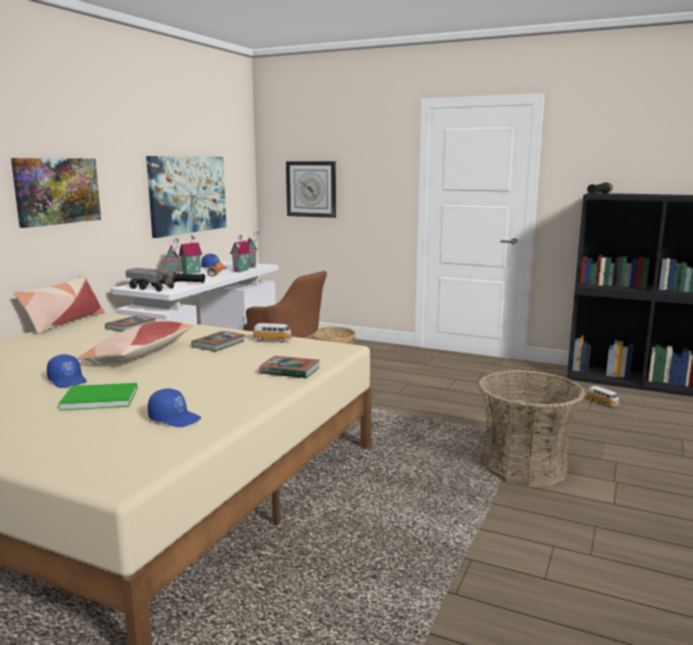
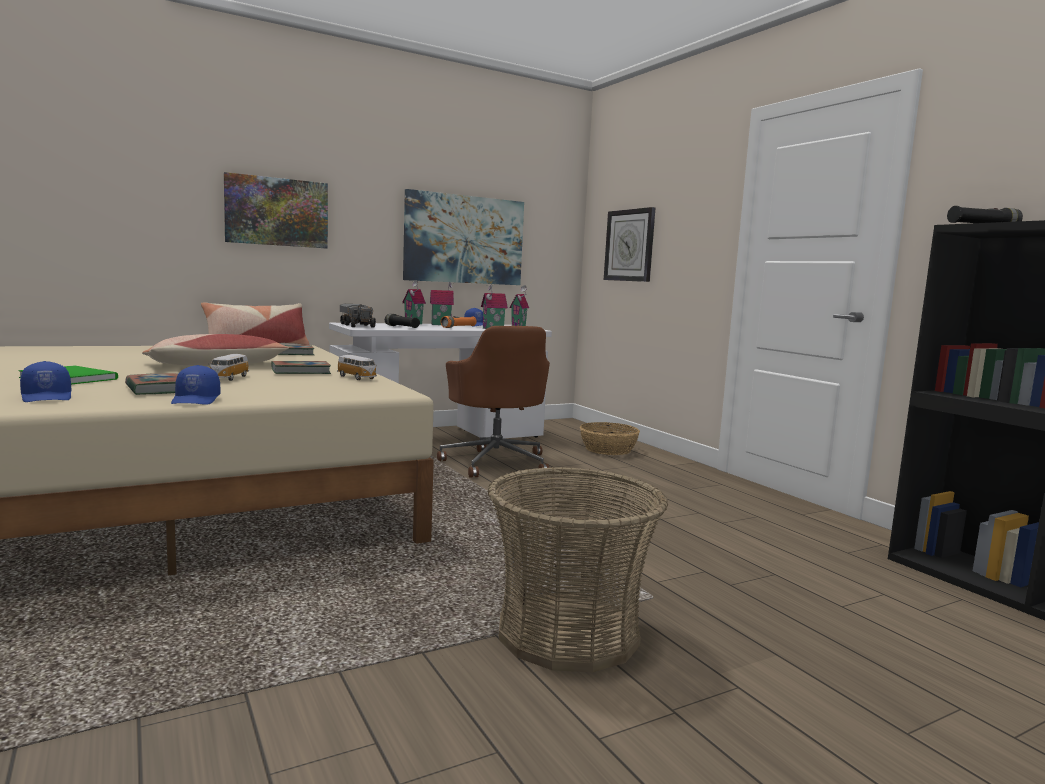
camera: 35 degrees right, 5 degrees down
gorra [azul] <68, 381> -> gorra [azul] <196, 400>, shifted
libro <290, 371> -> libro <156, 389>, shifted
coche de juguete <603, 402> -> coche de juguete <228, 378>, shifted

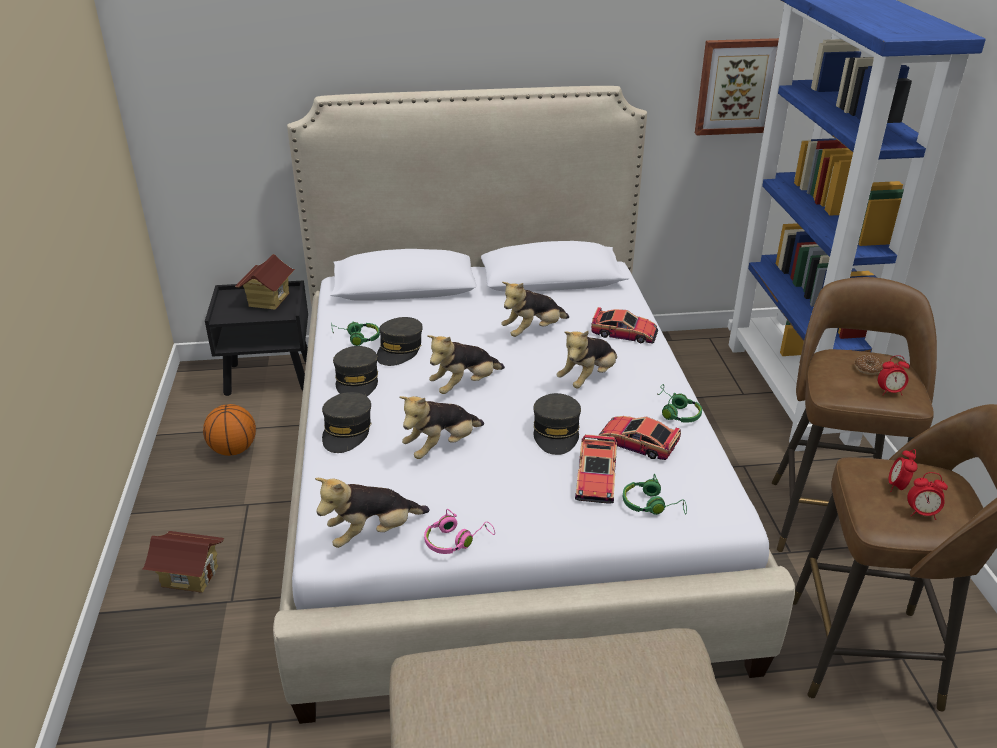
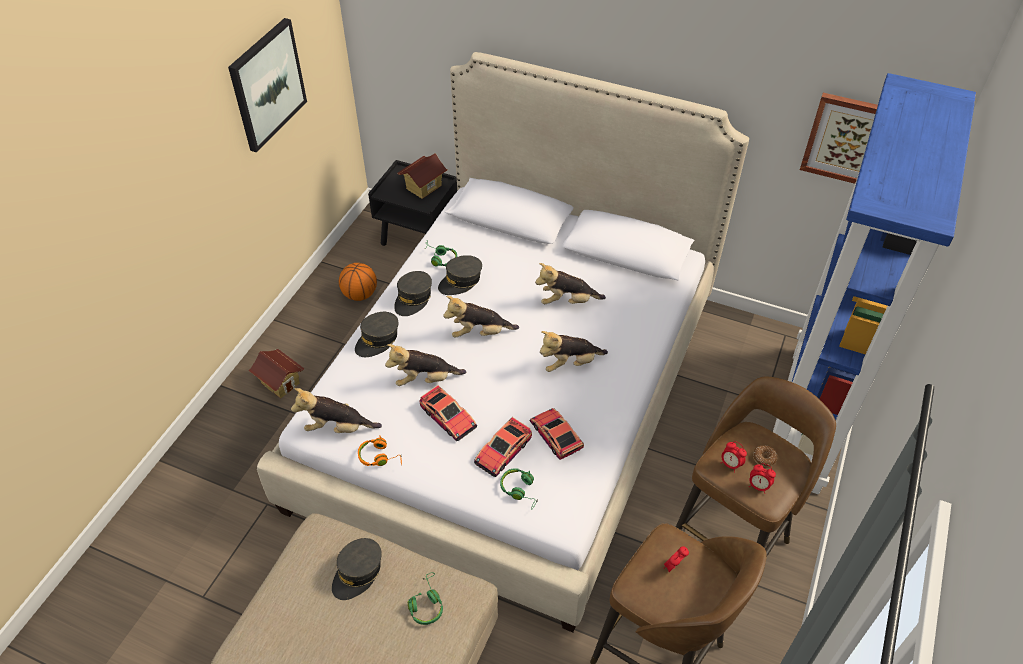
camera: 30 degrees right, 15 degrees up
coche de juguete <624, 333> -> coche de juguete <448, 417>, shifted
auriculares [verde] <676, 412> -> auriculares [verde] <426, 603>, shifted
gorra [gris] <556, 432> -> gorra [gris] <358, 573>, shifted
despertador <921, 513> -> despertador <730, 464>, shifted
auriculares [rosa] <456, 540> -> auriculares [naranja] <380, 457>
none -> cuadro <267, 84>

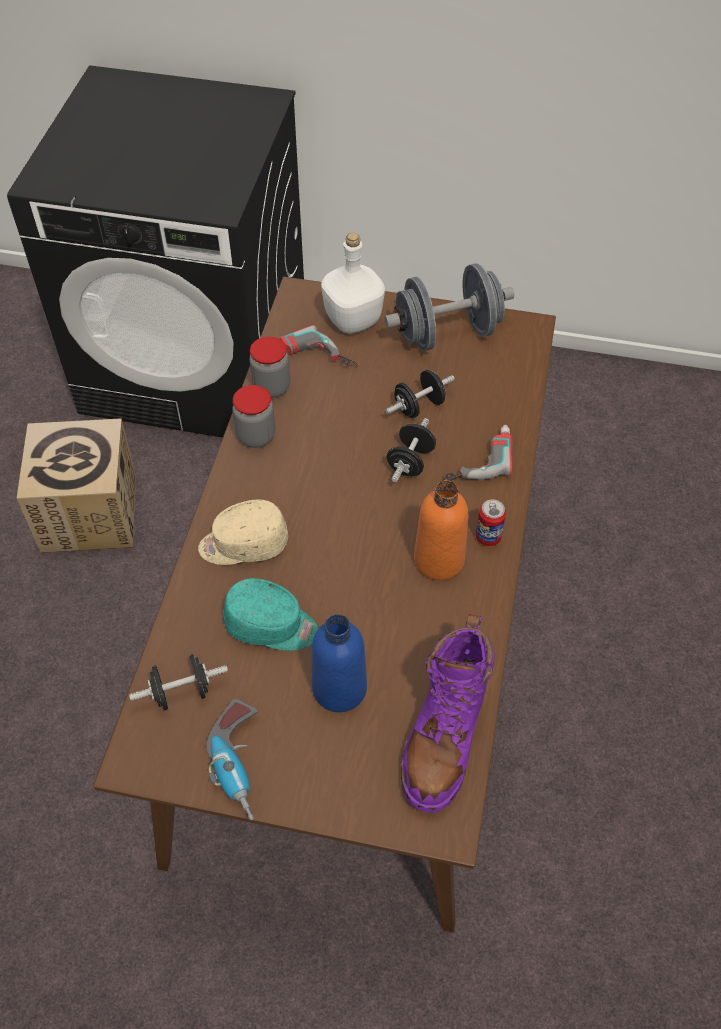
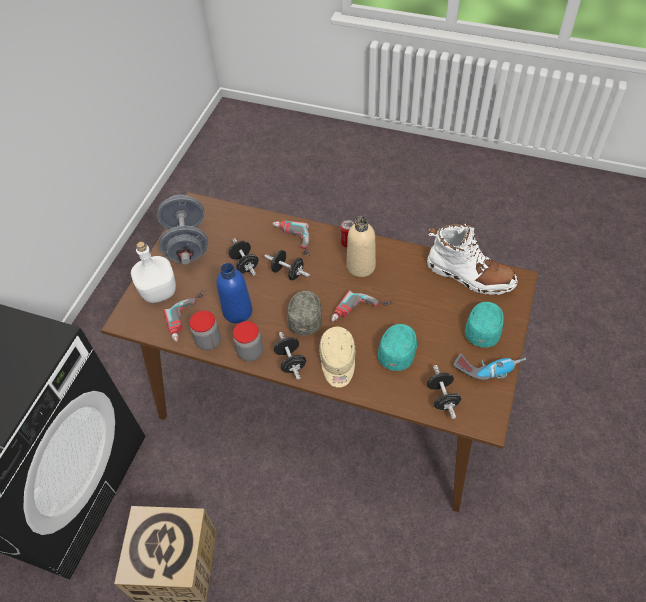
camera: 80 degrees left, 0 degrees up
botella [naranja] <439, 560> -> botella [beis] <361, 266>
botella [azul] <339, 688> -> botella [azul] <237, 311>, shifted
bota [morado] <444, 734> -> bota [blanco] <469, 275>
none -> taladro <361, 314>
none -> gorra [gris] <306, 315>
none -> gorra [turquesa] <484, 327>
none -> mancuerna [negro] <291, 361>

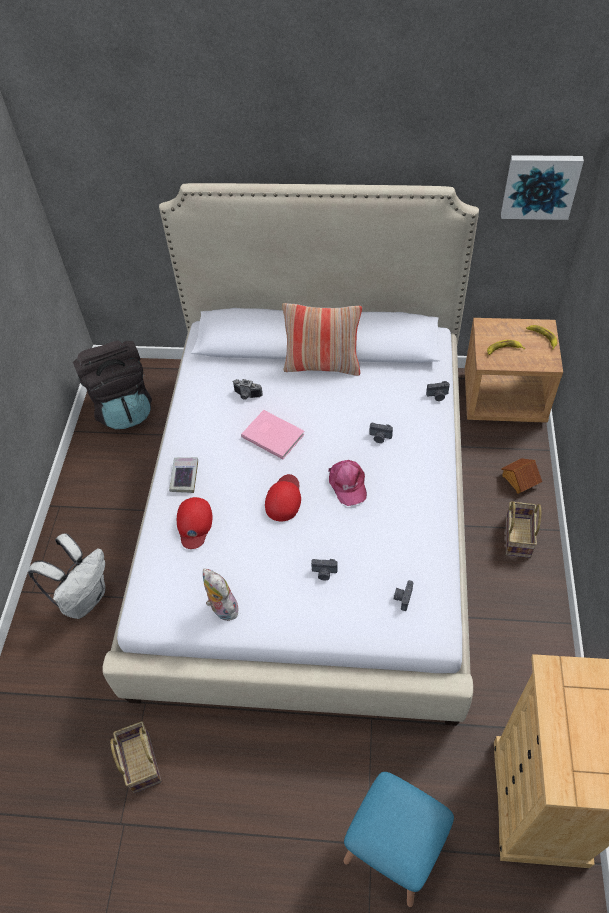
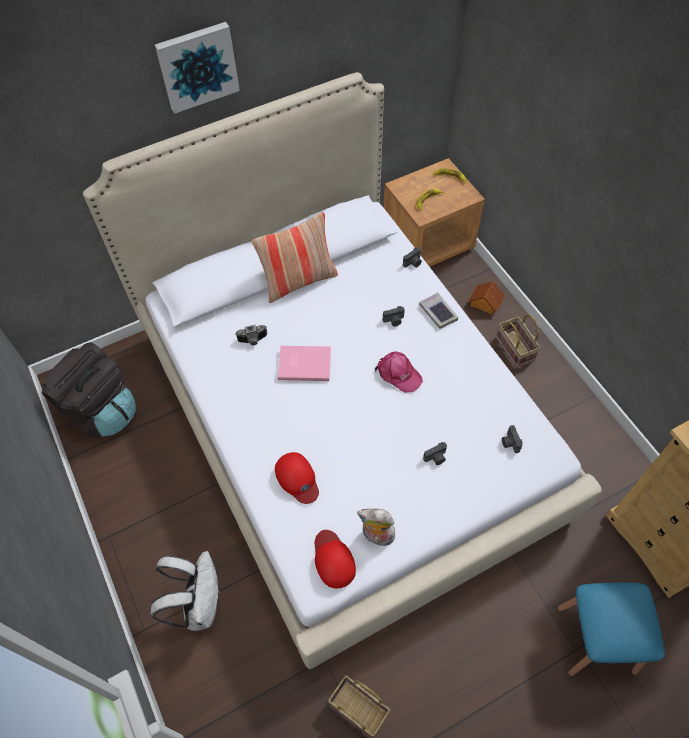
camera: 35 degrees left, 5 degrees up
cuadro <540, 185> -> cuadro <197, 66>, shifted
libro <184, 477> -> libro <438, 313>, shifted
gorra [rojo] <284, 499> -> gorra [rojo] <333, 560>, shifted

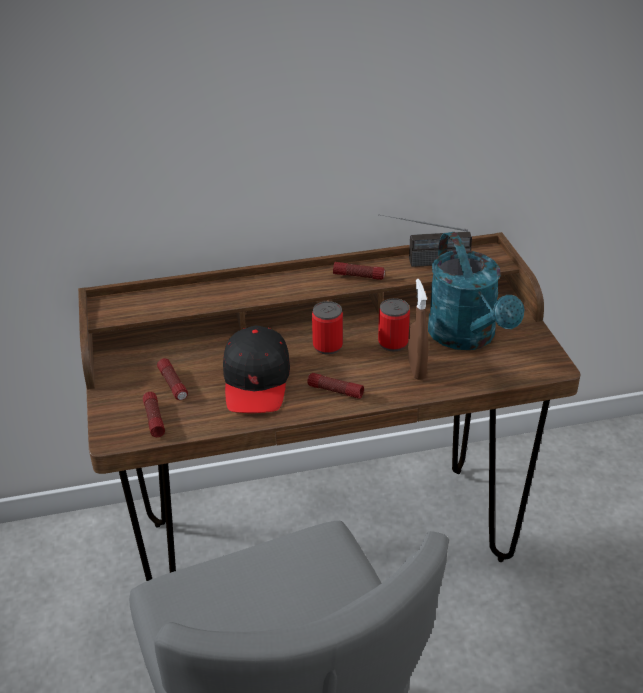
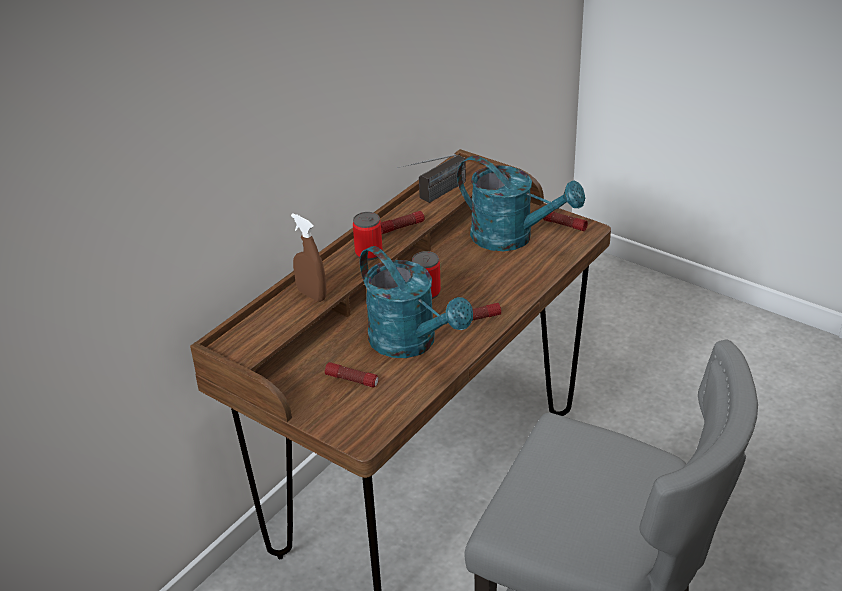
camera: 40 degrees left, 0 degrees up
pulverizador [marrón] <416, 369> -> pulverizador [marrón] <311, 295>, shifted
lata <393, 343> -> lata <369, 253>, shifted
gorra [negro] <256, 381> -> regadera [turquesa] <411, 343>
linterna <154, 419> -> linterna <564, 225>, shifted

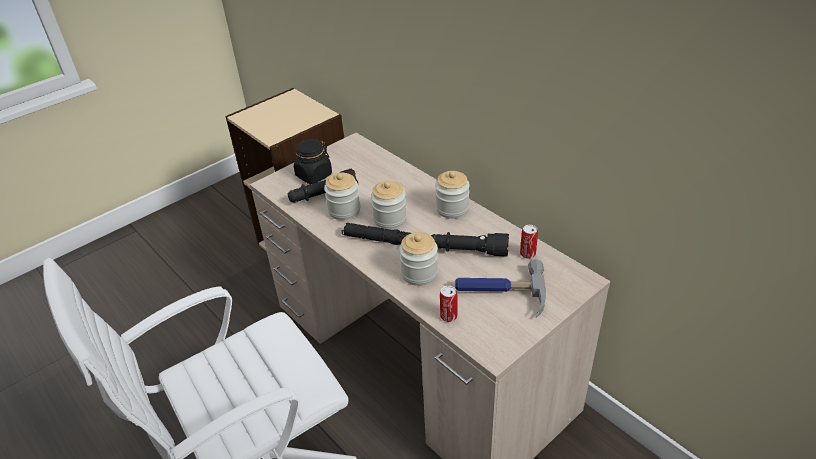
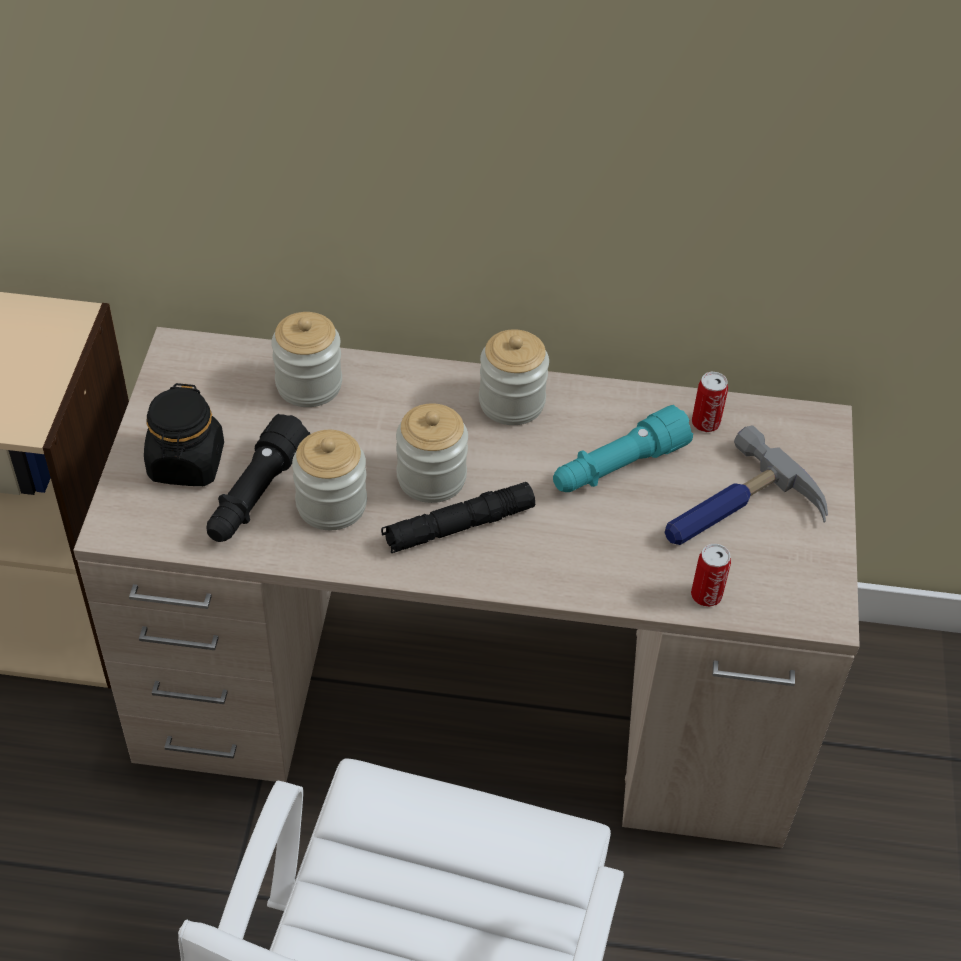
camera: 45 degrees left, 10 degrees up
tarro <419, 273> -> tarro <309, 384>, shifted
linterna [negro] <468, 251> -> linterna [turquesa] <618, 467>

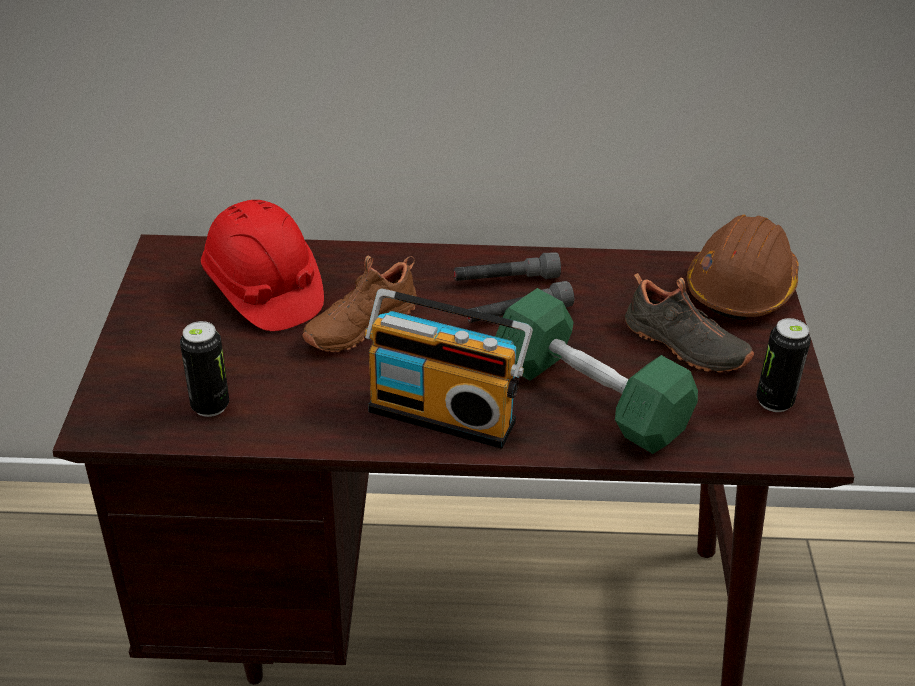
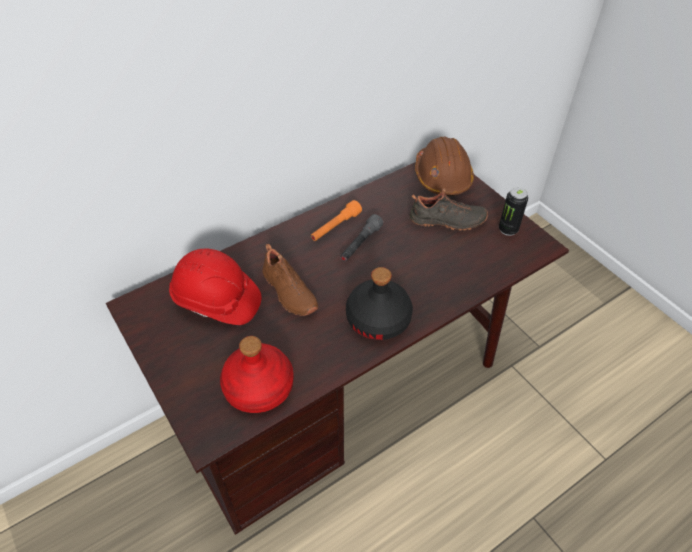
camera: 35 degrees left, 10 degrees up
linterna [gris] <505, 280> -> linterna [naranja] <335, 227>
zapato [marrón] <359, 324> -> zapato [marrón] <288, 292>, 45 degrees counterclockwise
mancuerna [verde] <589, 397> -> none
radio <444, 412> -> botella [negro] <378, 319>
lata <210, 406> -> botella [rojo] <258, 387>

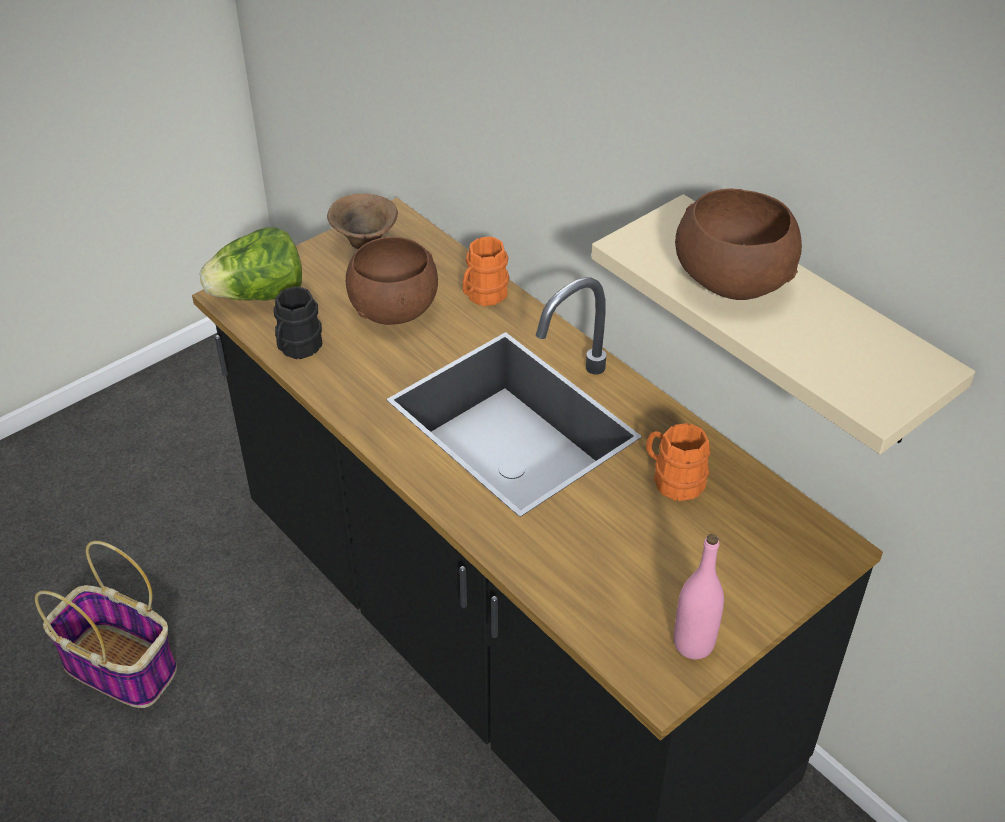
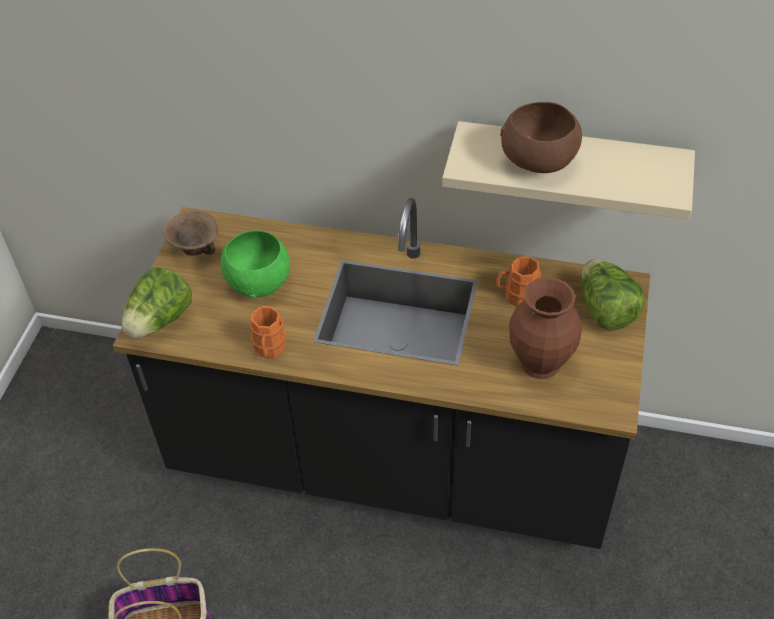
camera: 35 degrees left, 5 degrees up
taza grande [naranja] <482, 295> -> taza grande [naranja] <269, 349>, shifted
cuenco [marrón] <394, 309> -> cuenco [verde] <258, 282>
taza grande [negro] <297, 348> -> none
botella [rosa] <693, 644> -> none
none -> lechuga <605, 310>
none -> florero [marrón] <539, 364>

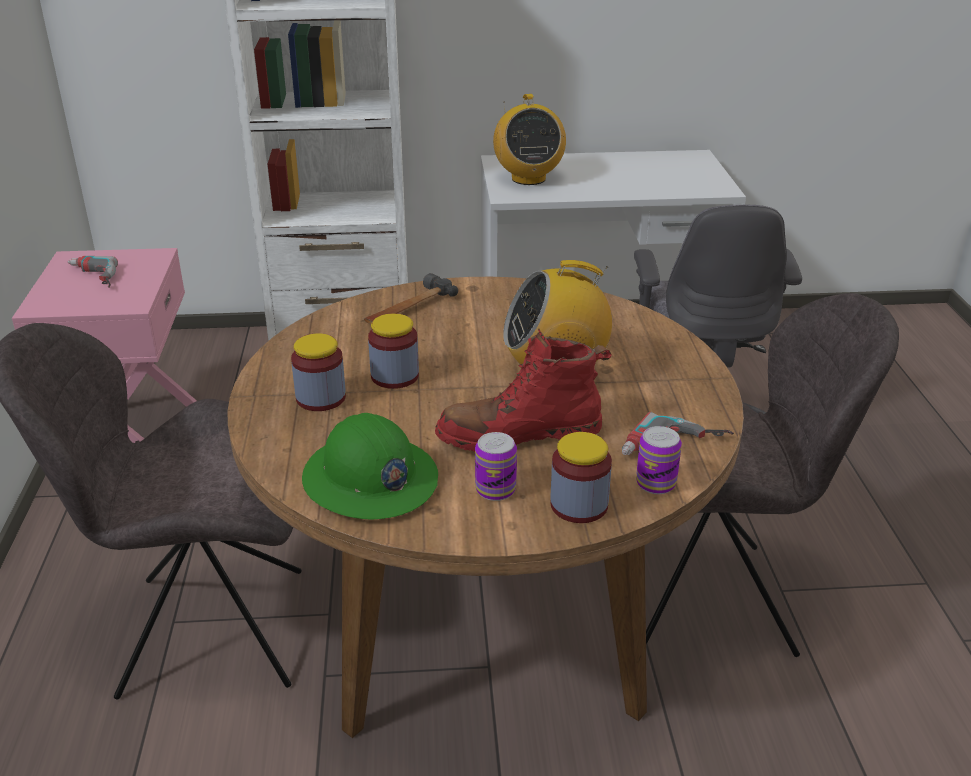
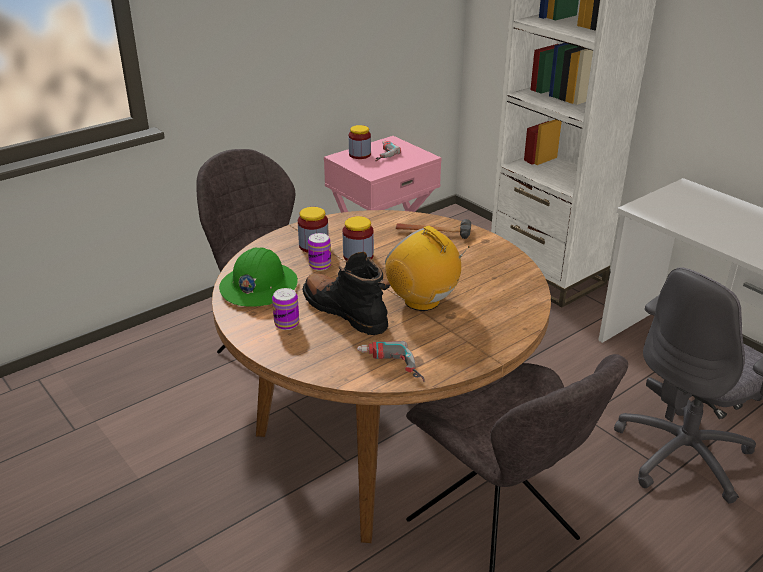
camera: 55 degrees right, 0 degrees up
radio <528, 178> -> none
bota [rojo] <519, 434> -> bota [negro] <345, 312>
lata <656, 483> -> lata <320, 265>, shifted
tarro <579, 505> -> tarro <359, 155>, shifted

